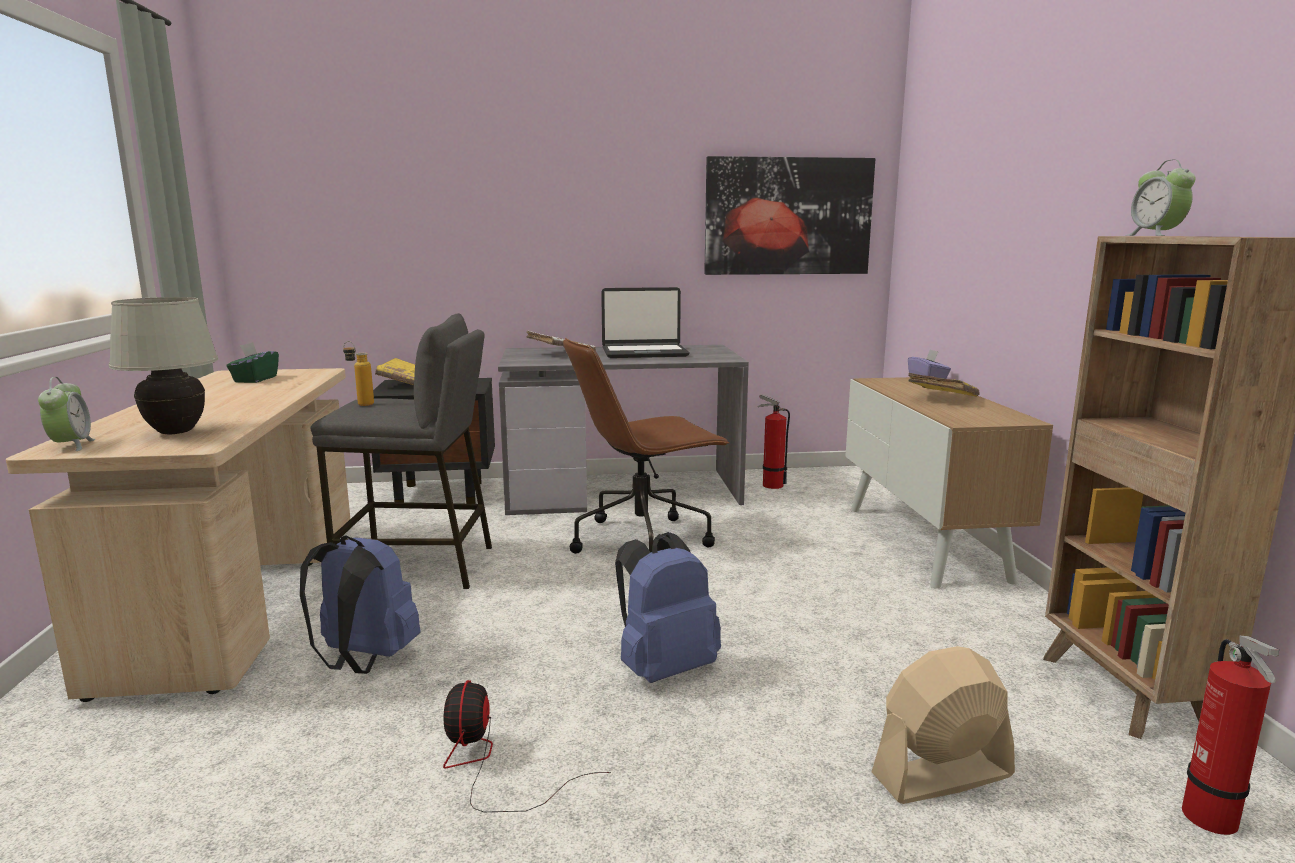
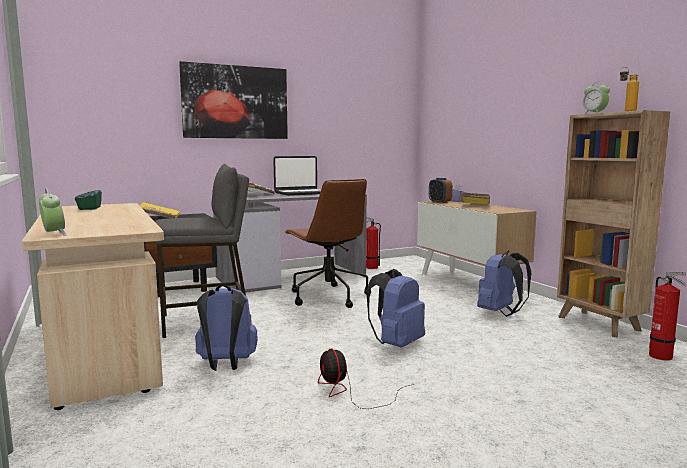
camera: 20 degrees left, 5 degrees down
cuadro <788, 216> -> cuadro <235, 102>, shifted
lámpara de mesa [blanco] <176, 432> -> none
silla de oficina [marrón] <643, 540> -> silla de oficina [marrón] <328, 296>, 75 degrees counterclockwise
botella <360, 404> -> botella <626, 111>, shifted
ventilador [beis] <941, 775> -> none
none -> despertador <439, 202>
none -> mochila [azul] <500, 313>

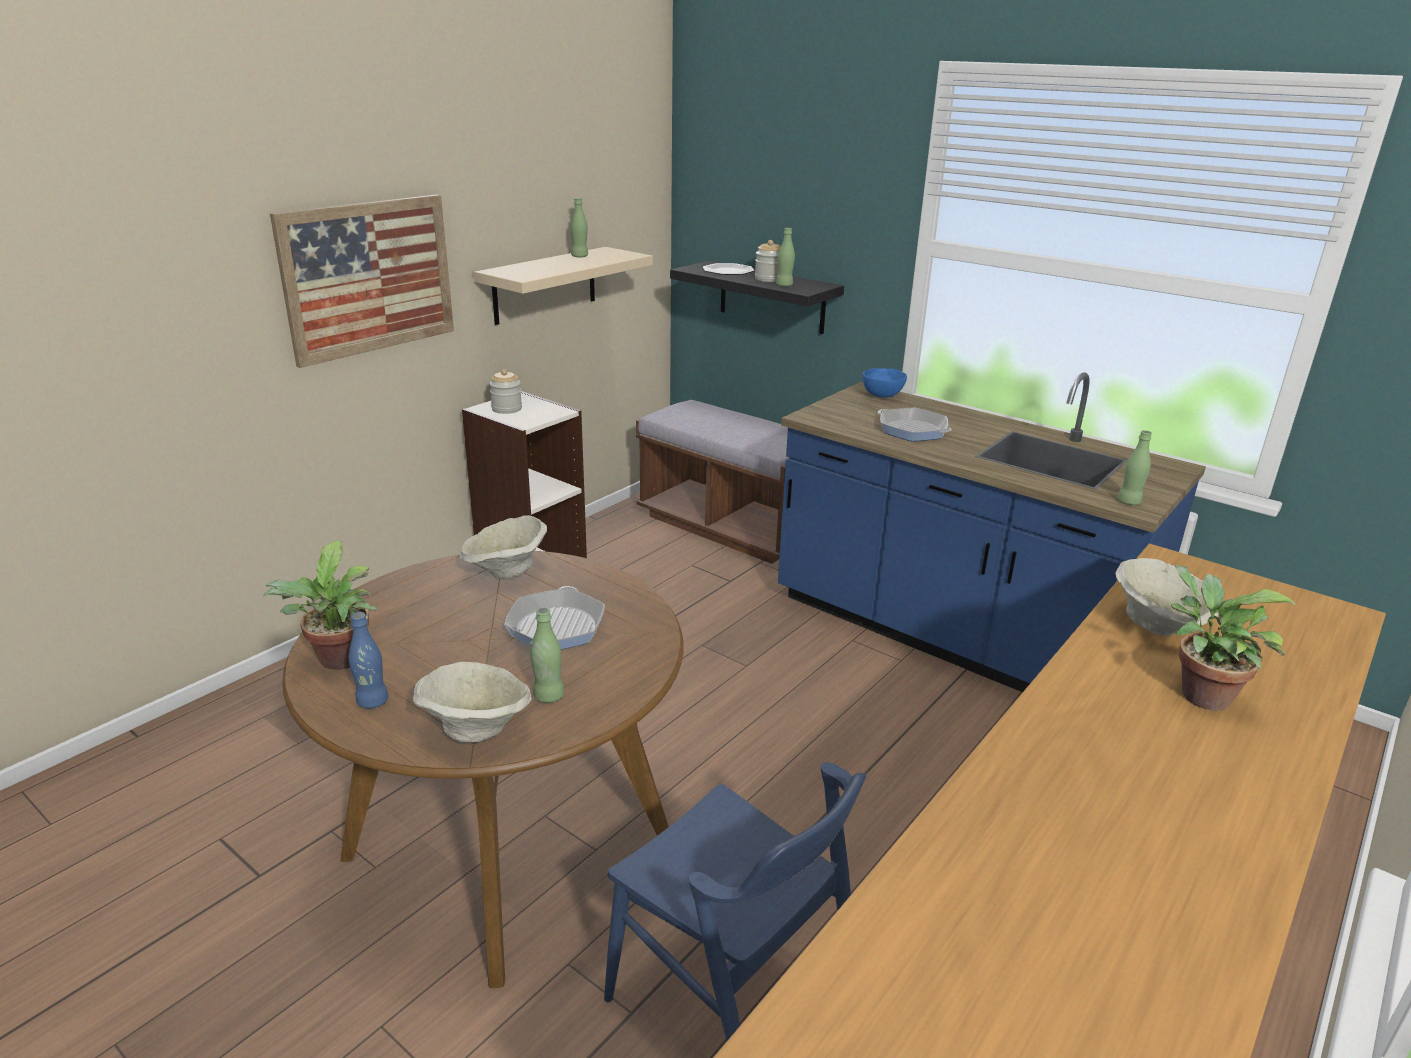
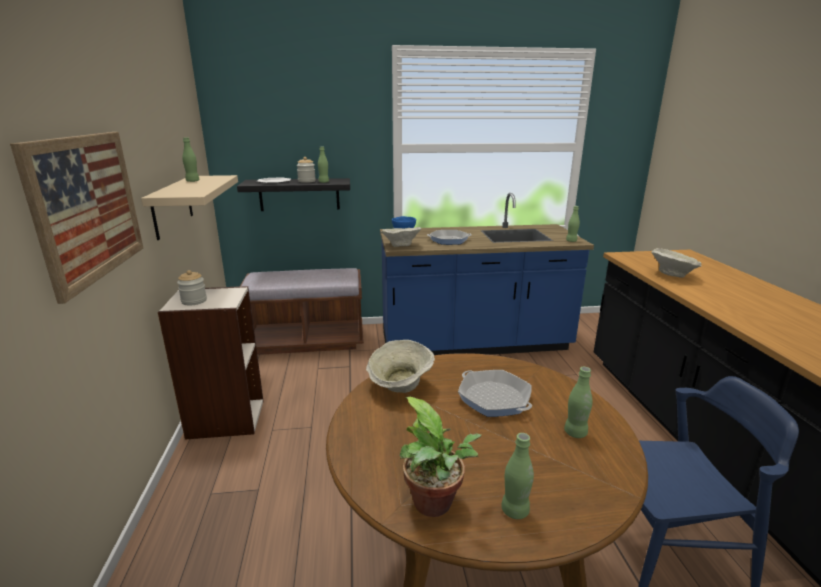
camera: 45 degrees left, 5 degrees down
planta en maceta <1198, 694> -> none
botella [azul] <372, 701> -> botella [verde] <515, 510>
cuenco [beis] <477, 729> -> cuenco [beis] <400, 246>, shifted

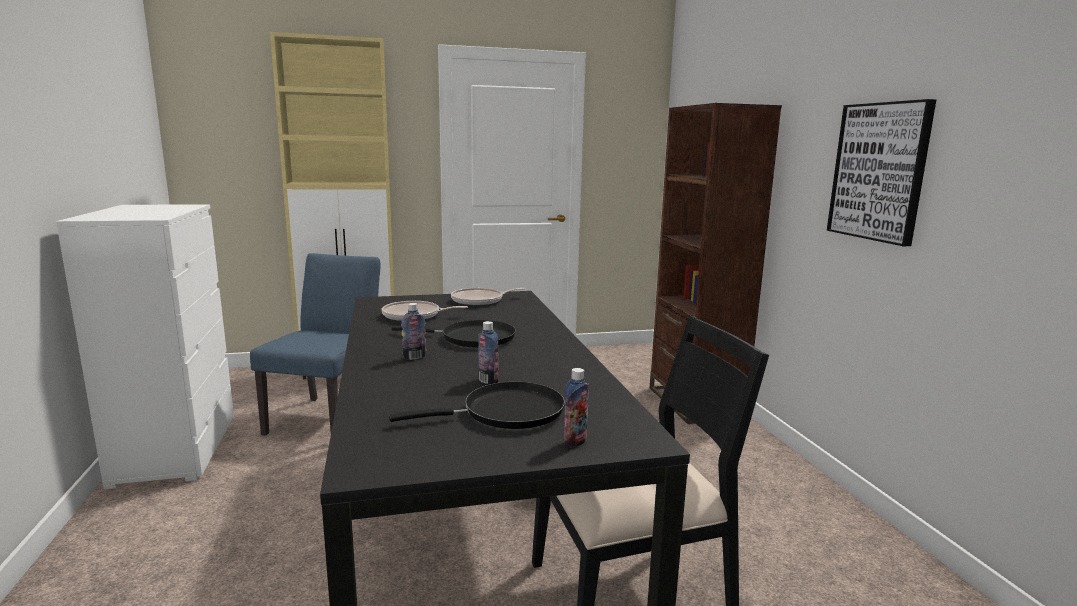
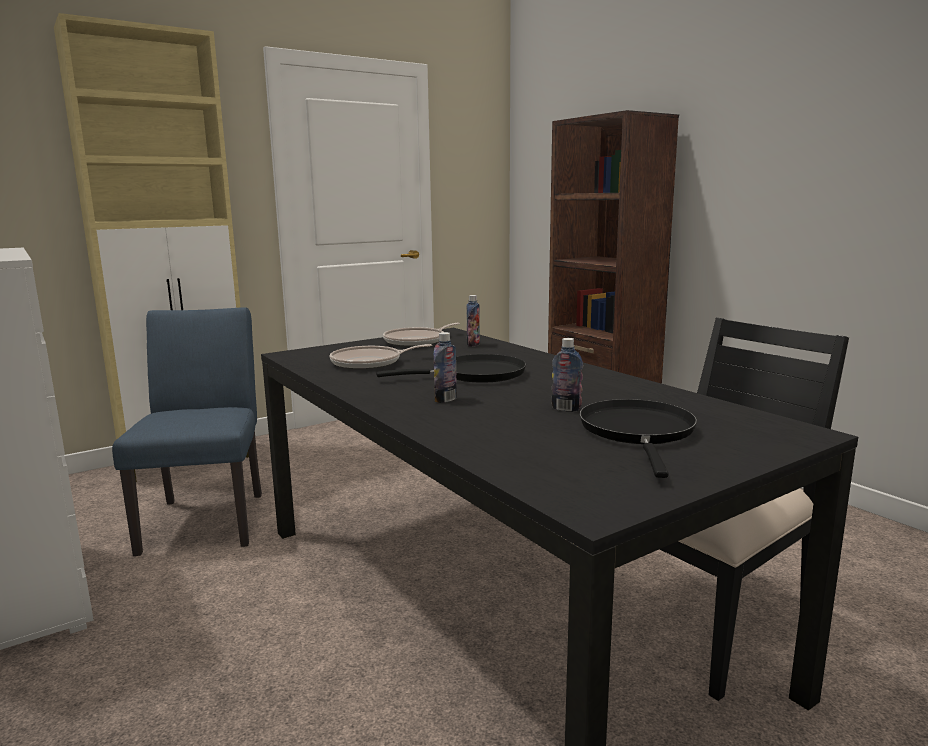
camera: 20 degrees left, 0 degrees up
cuadro <879, 172> -> none
botella <575, 441> -> botella <473, 344>, shifted
sartén [negro] <506, 412> -> sartén [negro] <638, 432>, 45 degrees counterclockwise

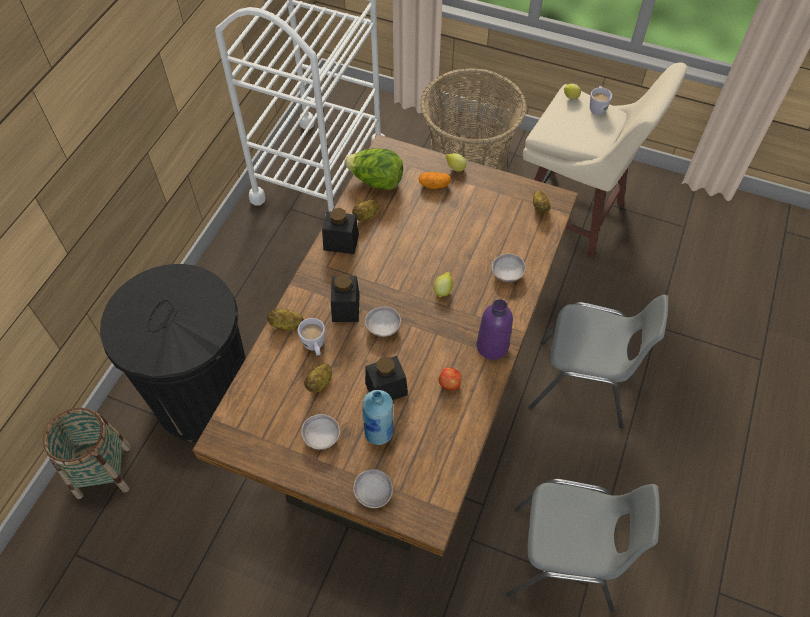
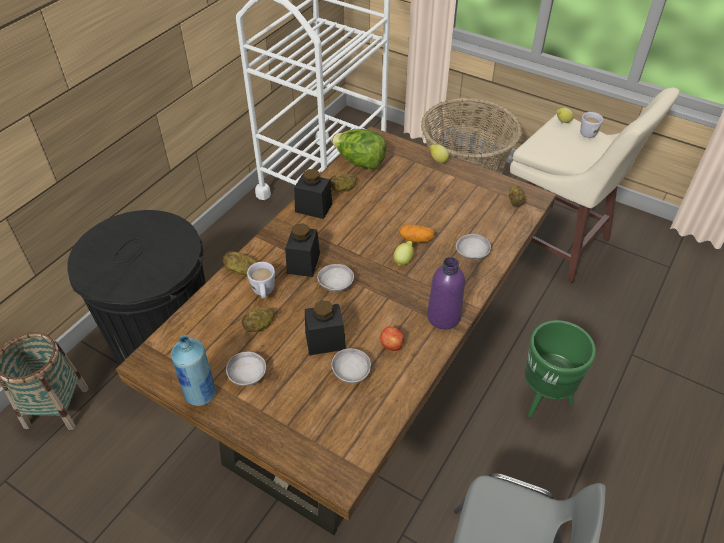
camera: 10 degrees right, 10 degrees down
patata <434, 185> -> patata <416, 239>, shifted
silla [gris] <581, 385> -> maceta [verde] <544, 399>
botella [azul] <379, 433> -> botella [azul] <200, 394>, shifted
cuenco [gris] <373, 493> -> cuenco [gris] <351, 373>, shifted

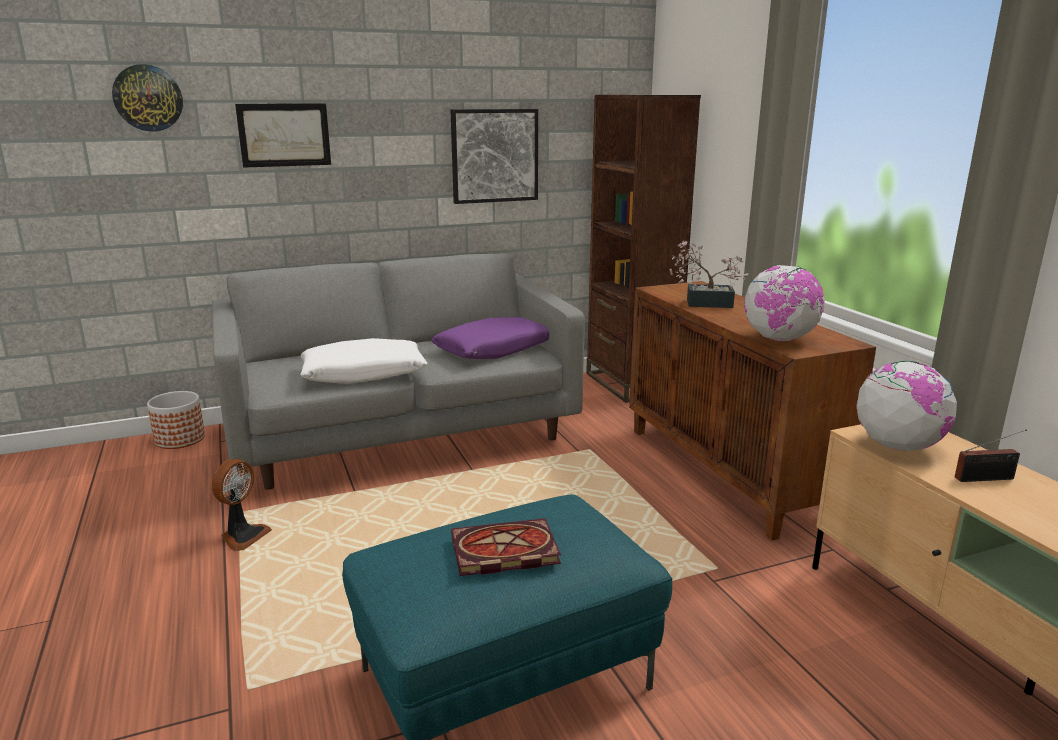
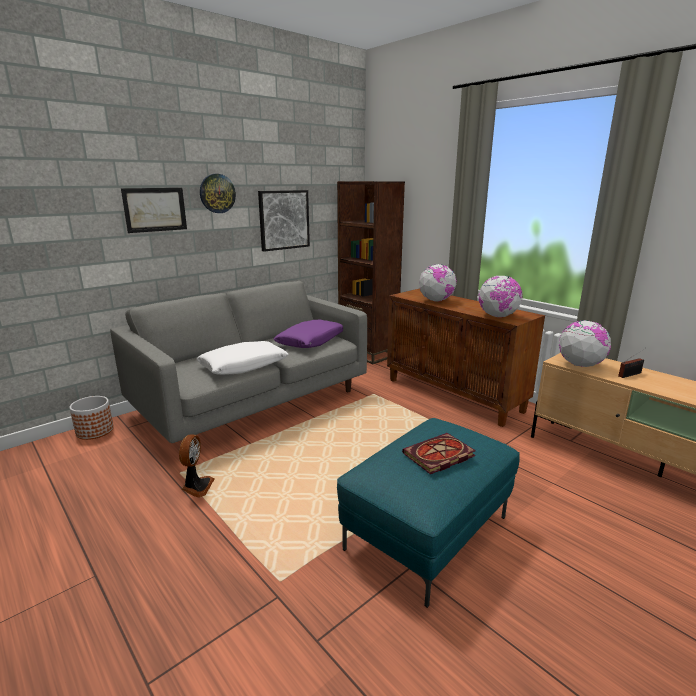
camera: 20 degrees left, 0 degrees up
reloj de pared <148, 98> -> reloj de pared <217, 193>, shifted
planta en maceta <703, 303> -> globo terráqueo <436, 300>

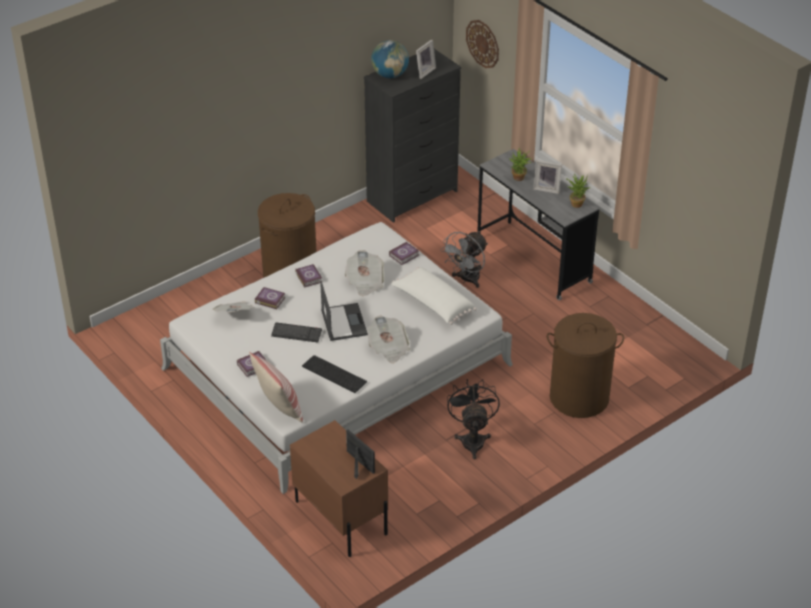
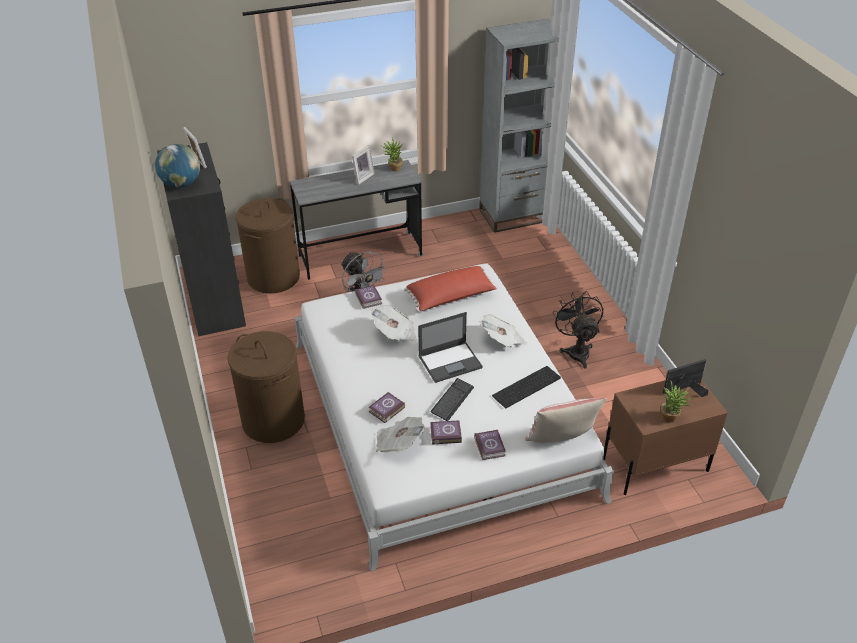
camera: 70 degrees left, 0 degrees up
reloj de pared <483, 43> -> none
planta en maceta <519, 179> -> planta en maceta <672, 418>, shifted
libro <309, 277> -> libro <444, 434>, shifted
cojín [blanco] <433, 304> -> cojín [rojo] <451, 297>
portátil <343, 322> -> portátil <450, 361>, 150 degrees clockwise
cesto de la ropa [marrón] <579, 398> -> cesto de la ropa [marrón] <273, 277>, shifted
ventilador [negro] <472, 439> -> ventilador [negro] <576, 350>, 60 degrees clockwise
none -> estantería [gris] <514, 215>

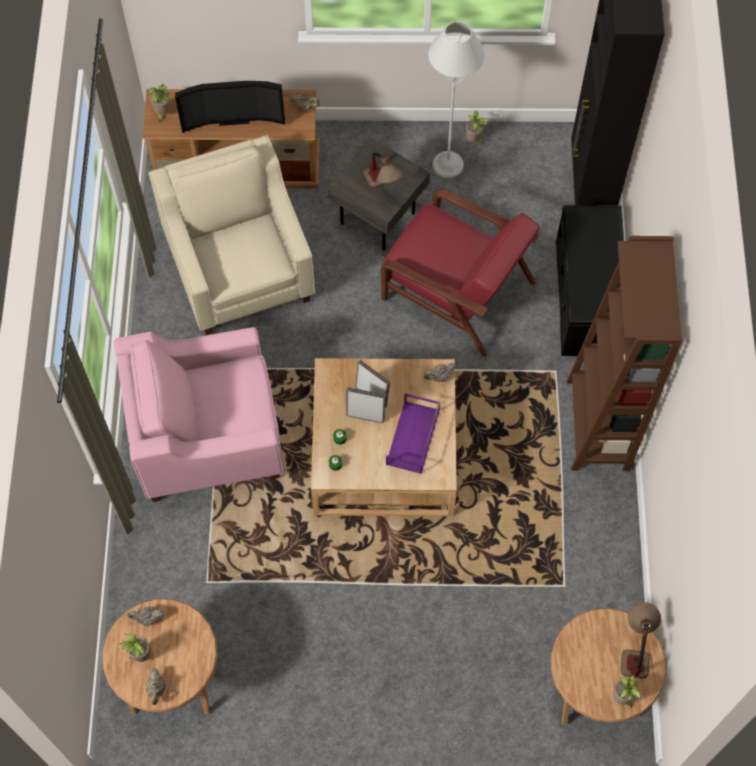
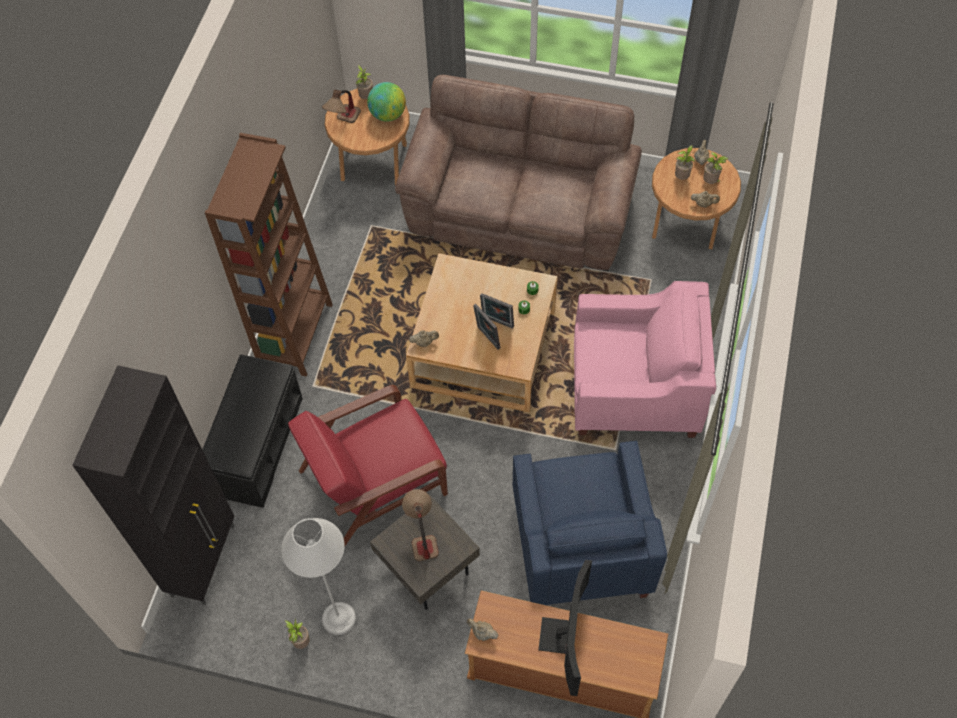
camera: 165 degrees left, 5 degrees down
televisor <233, 117> -> televisor <563, 637>, 90 degrees clockwise
planta en maceta <162, 113> -> planta en maceta <682, 177>, shifted
sillón [beis] <240, 268> -> sillón [azul] <580, 546>
sillón [rojo] <455, 289> -> sillón [rojo] <376, 480>, 75 degrees counterclockwise
bandeja [morado] <413, 438> -> none
none -> sofá [marrón] <520, 209>
none -> globo terráqueo <388, 114>

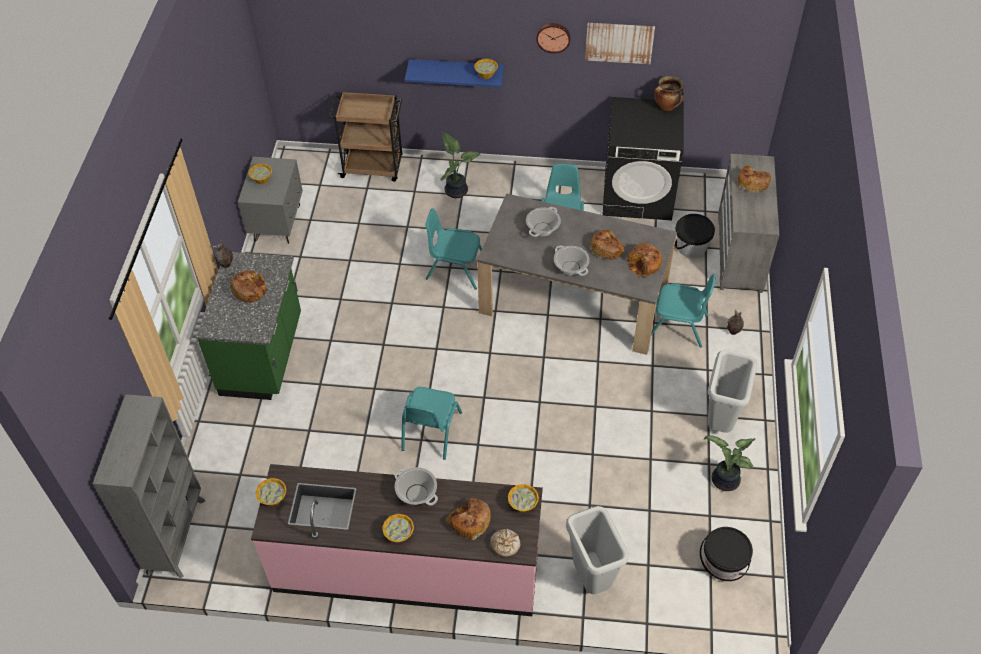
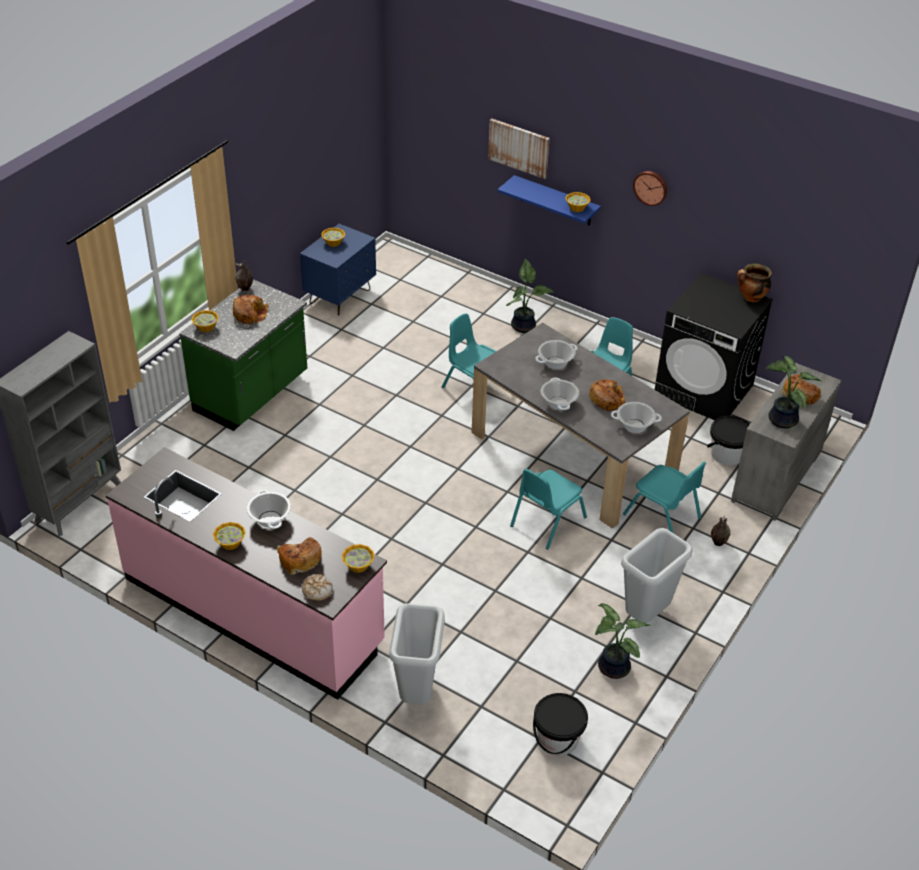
camera: 25 degrees right, 10 degrees down
cuadro <619, 42> -> cuadro <519, 147>, shifted
carrito [marrón] <373, 167> -> none
mesita de noche [gris] <277, 223> -> mesita de noche [azul] <340, 296>
pan <644, 264> -> olla <634, 425>
silla [turquesa] <430, 431> -> silla [turquesa] <547, 521>, shifted
cuenco <273, 498> -> cuenco <206, 327>, shifted
none -> planta en maceta <780, 419>

